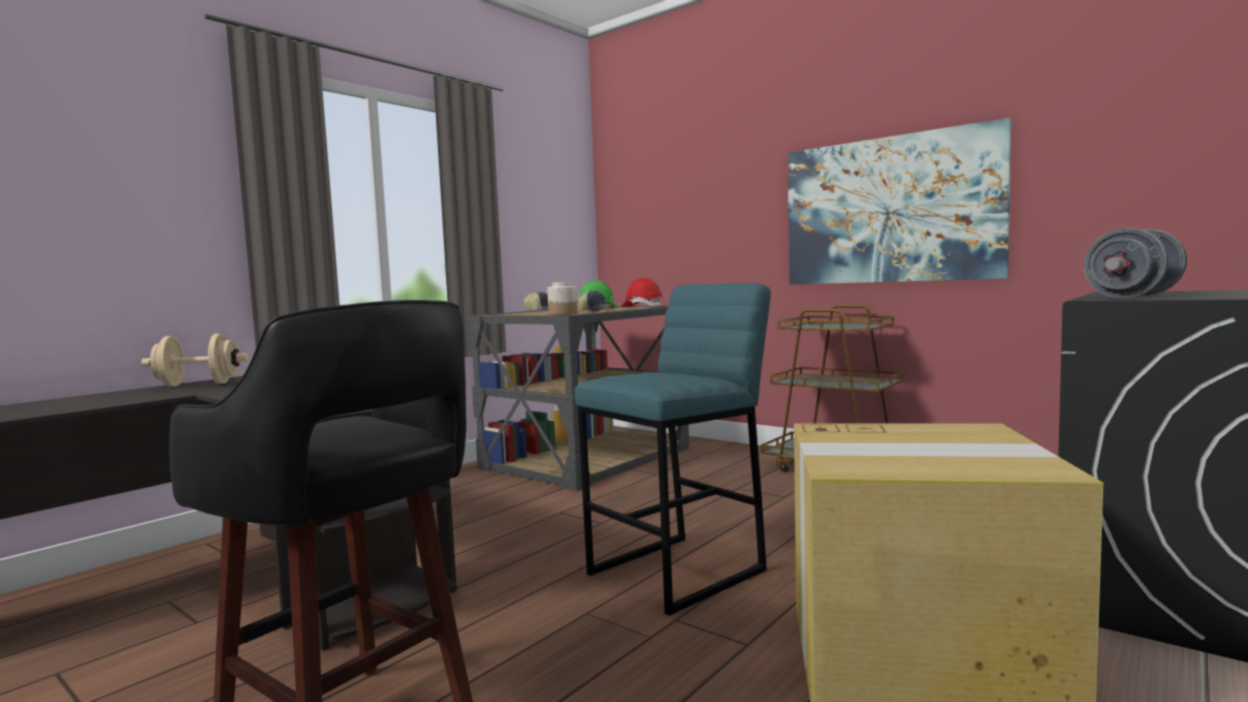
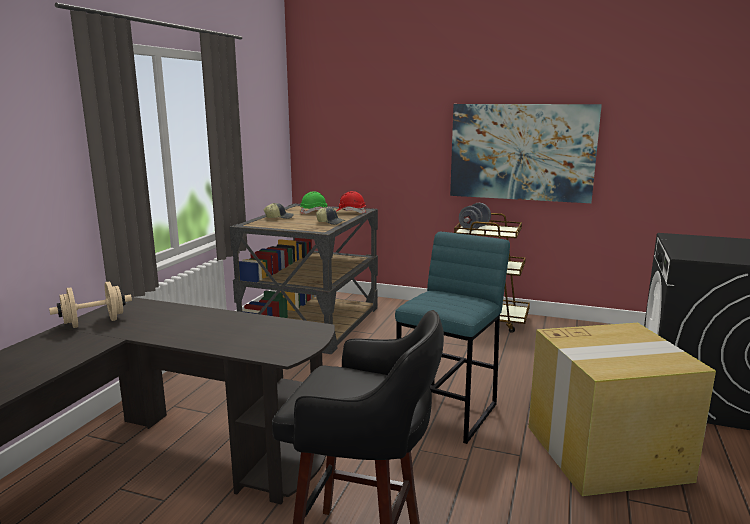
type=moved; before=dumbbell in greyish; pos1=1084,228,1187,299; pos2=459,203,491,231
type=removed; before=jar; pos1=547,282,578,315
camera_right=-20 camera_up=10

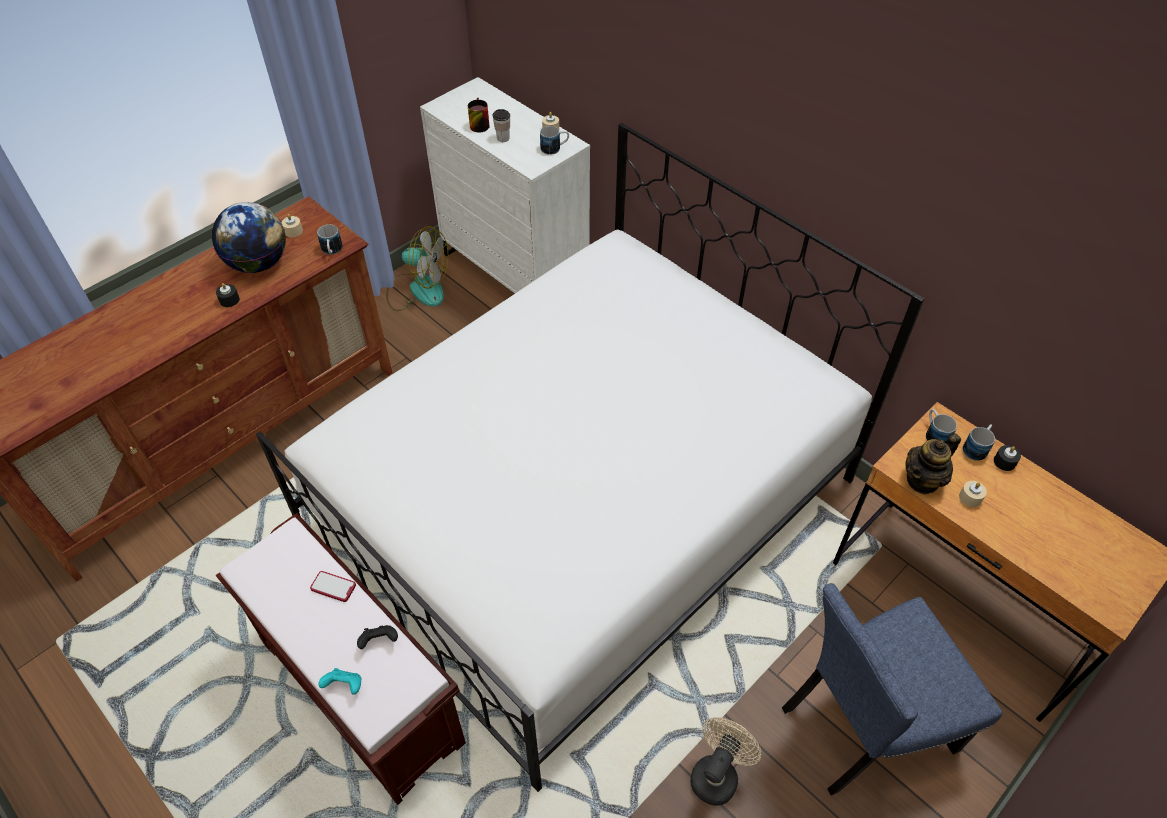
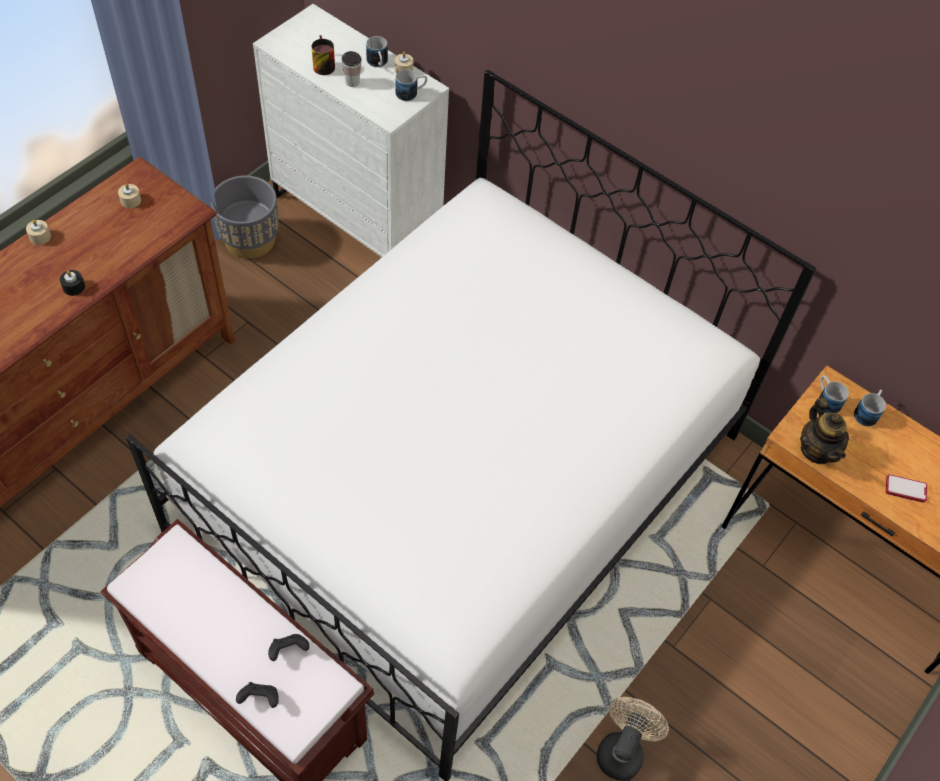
type=moved; before=wax candle in sand-coloured; pos1=959,481,987,507; pos2=26,220,51,245
type=replaced; before=fan; after=flower pot in greyish; pos1=386,226,449,311; pos2=211,175,279,259
type=recoloured; before=game controller in turquoise-coloured; after=game controller in blackish; pos1=318,668,361,695; pos2=236,682,279,708
type=moved; before=mug; pos1=317,224,343,255; pos2=366,36,388,67
type=turned; before=tea pot; pos1=905,433,961,494; pos2=800,397,849,464; turn=-60
type=moved; before=handset; pos1=310,571,356,602; pos2=886,474,927,503
type=removed; before=desk globe; pos1=212,202,286,273
type=removed; before=plain chair in blue-coloured; pos1=782,583,1002,795
type=removed; before=wax candle in blackish; pos1=994,445,1021,471
camera_right=-10 camera_up=5

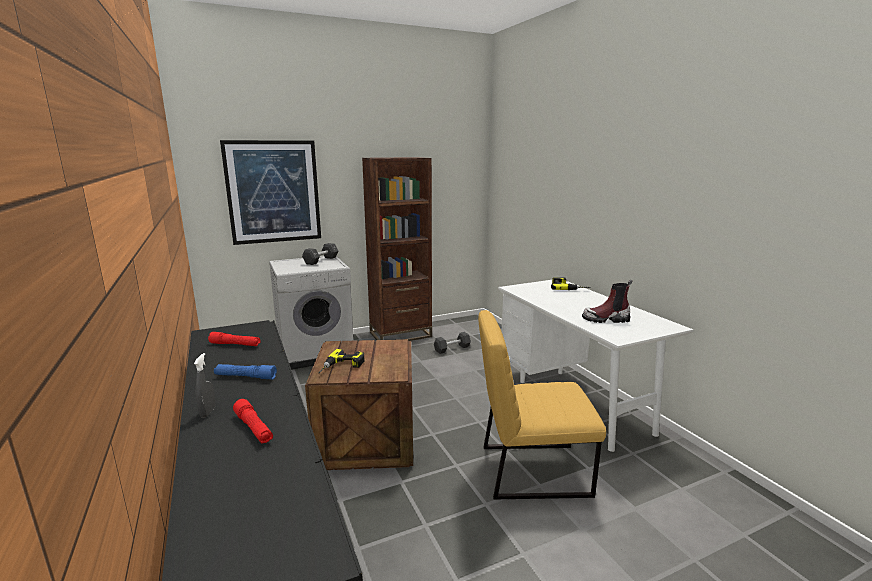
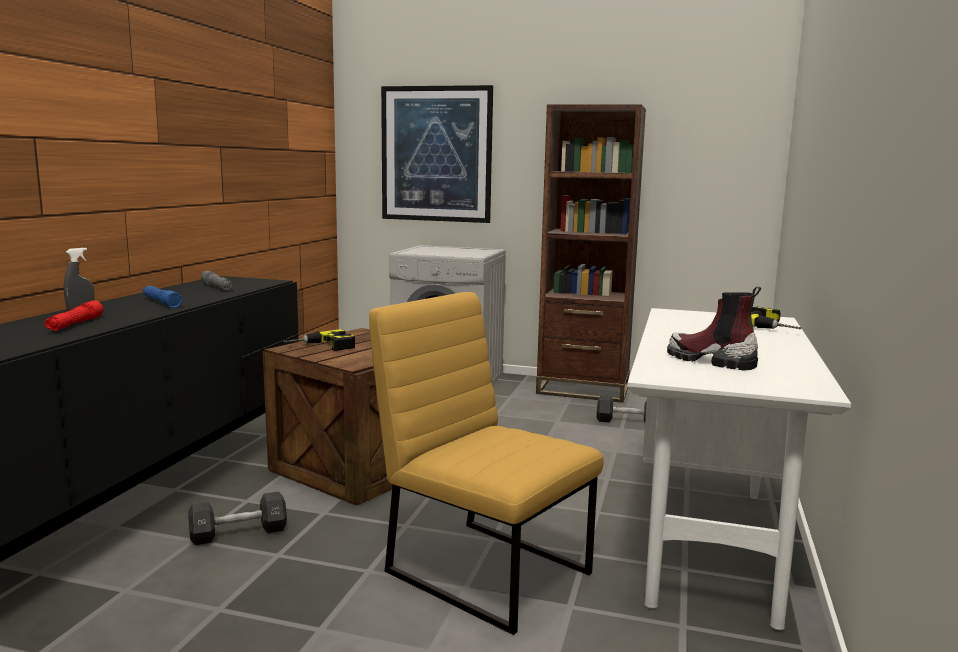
type=moved; before=dumbbell in blackish; pos1=302,243,338,265; pos2=188,491,287,546
type=recoloured; before=flashlight in red; after=flashlight in greyish; pos1=208,332,261,346; pos2=201,271,232,290
camera_right=40 camera_up=-5

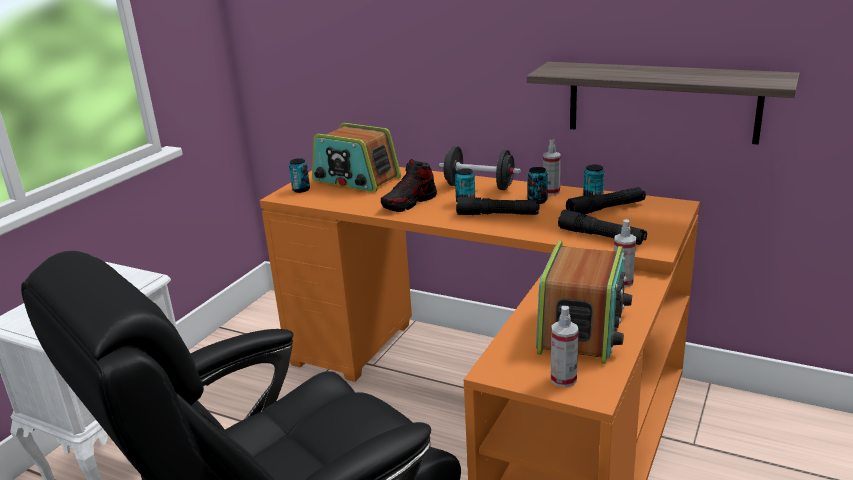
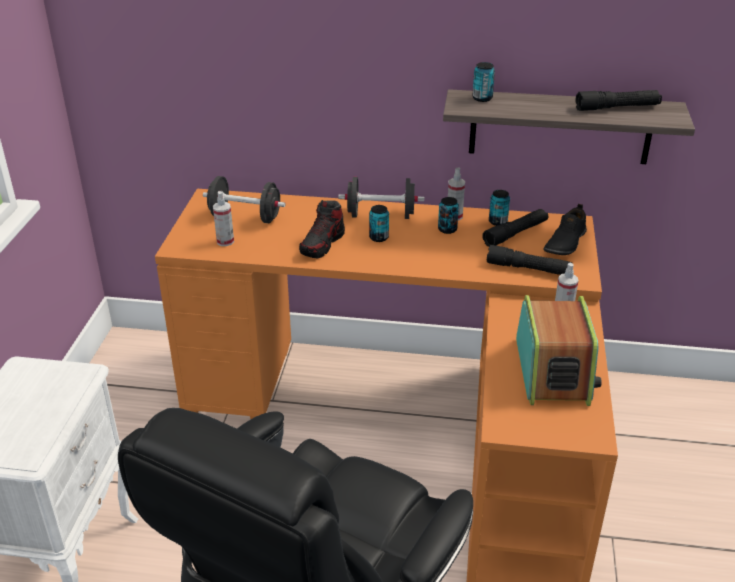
type=replaced; before=radio receiver; after=dumbbell in blackish; pos1=312,123,401,192; pos2=203,176,285,223
type=moved; before=hand sprayer; pos1=551,306,578,387; pos2=213,191,234,246
type=moved; before=metal can; pos1=289,158,310,193; pos2=472,62,495,102
type=added; after=item of footwear in blackish; pos2=543,204,587,255
type=moved; before=flashlight in blackish; pos1=456,197,539,215; pos2=576,90,662,111
camera_right=-20 camera_up=10

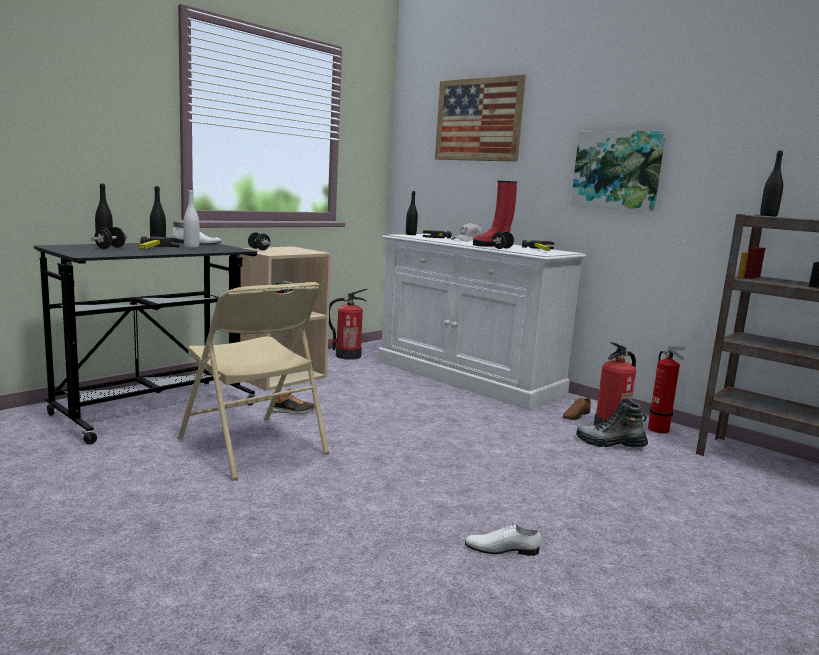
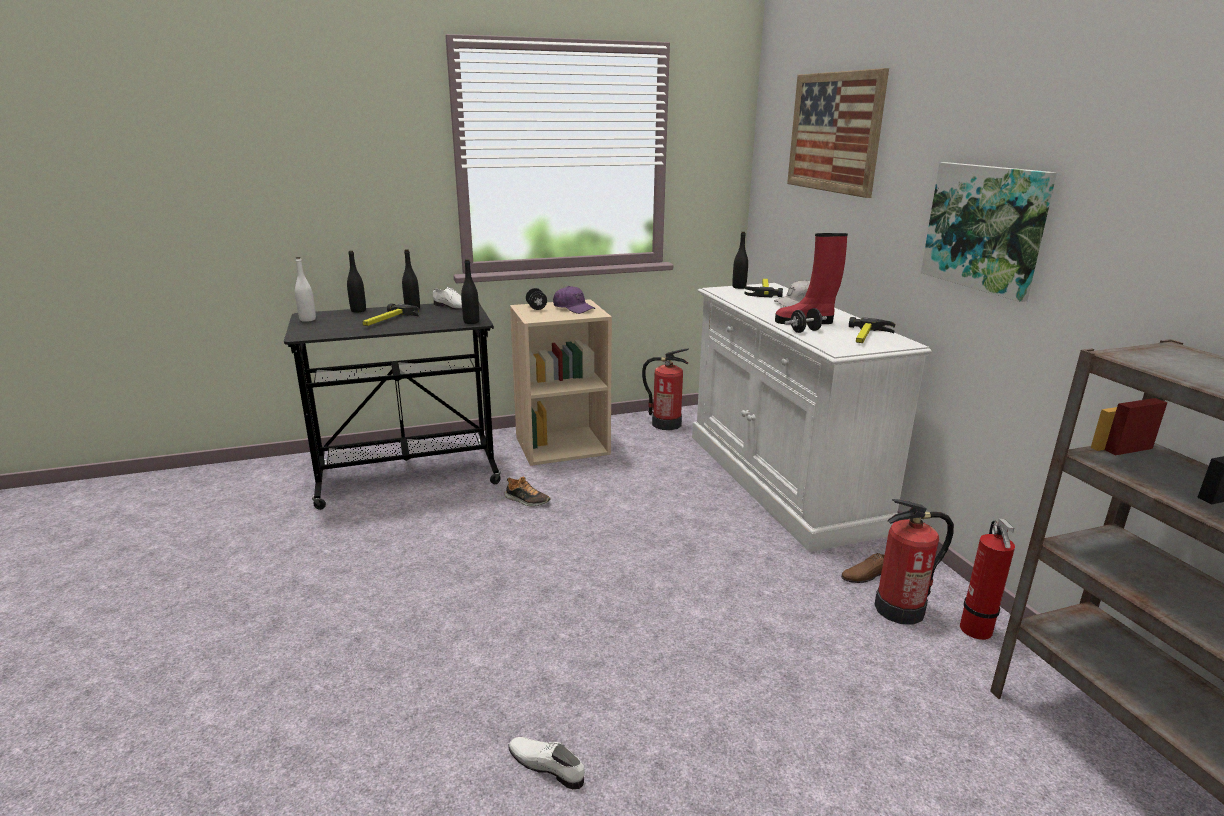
type=moved; before=drink bottle in whitish; pos1=183,188,199,248; pos2=295,257,316,322
type=moved; before=drink bottle in blackish; pos1=760,151,783,217; pos2=461,259,479,324
type=added; after=baseball cap in purplish; pos2=553,286,595,314
type=removed; before=dumbbell in blackish; pos1=91,227,128,249
type=removed; before=plain chair in sand-coloured; pos1=177,282,329,481
type=removed; before=high-top boot; pos1=576,398,648,448
camera_right=30 camera_up=10

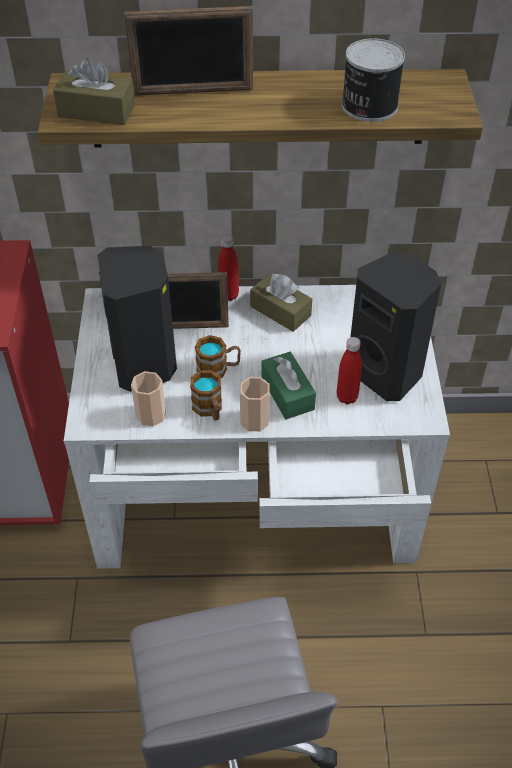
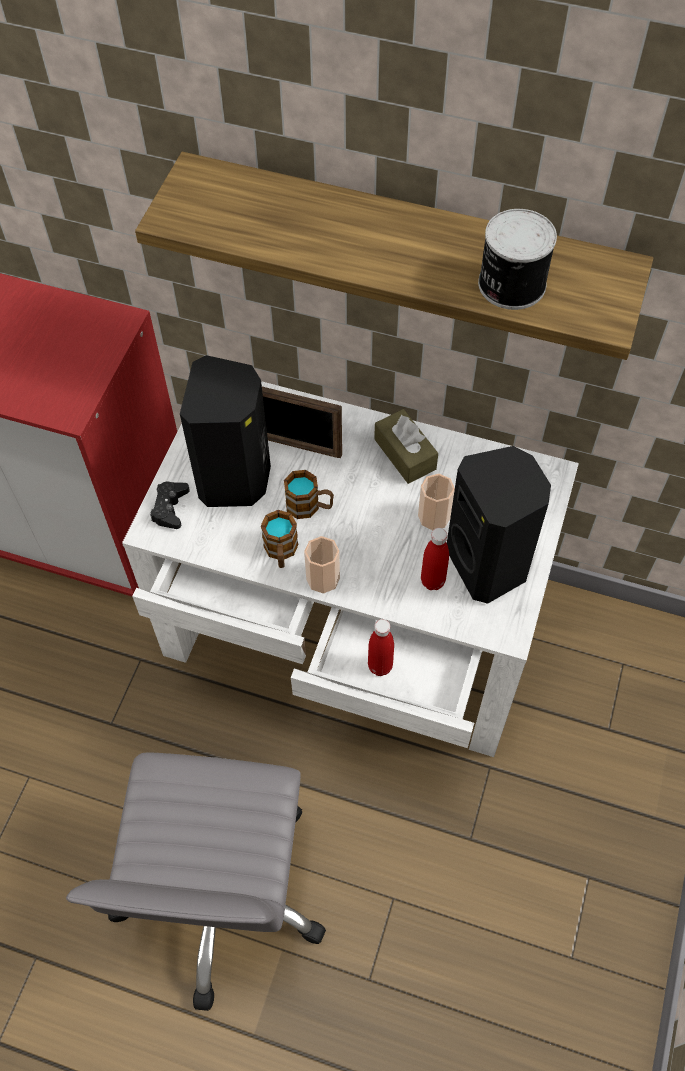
type=added; after=game controller in blackish; pos2=150,481,190,529
type=moved; before=drink bottle in red; pos1=218,235,239,301; pos2=368,619,394,676
type=moved; before=small cup; pos1=131,371,166,426; pos2=418,474,455,530
type=removed; before=tissue box in brown; pos1=53,57,136,125
type=removed; before=standing frame; pos1=124,6,253,96
type=removed; before=tissue box in green; pos1=261,352,316,419
camera_right=20 camera_up=10

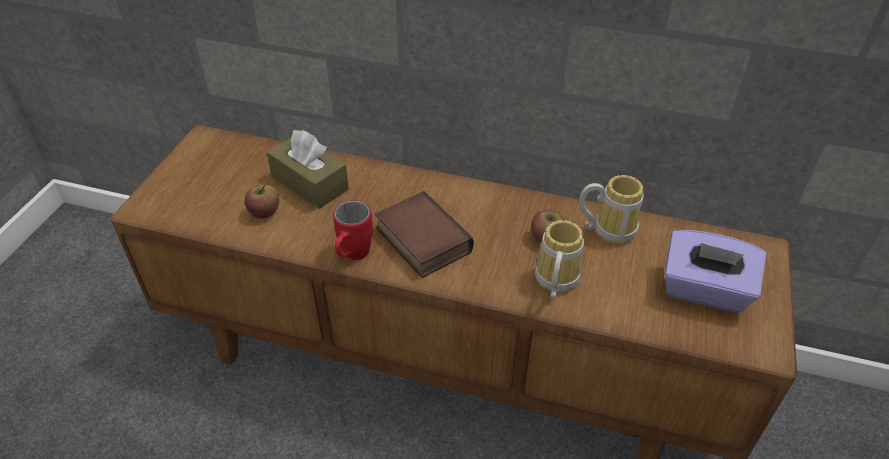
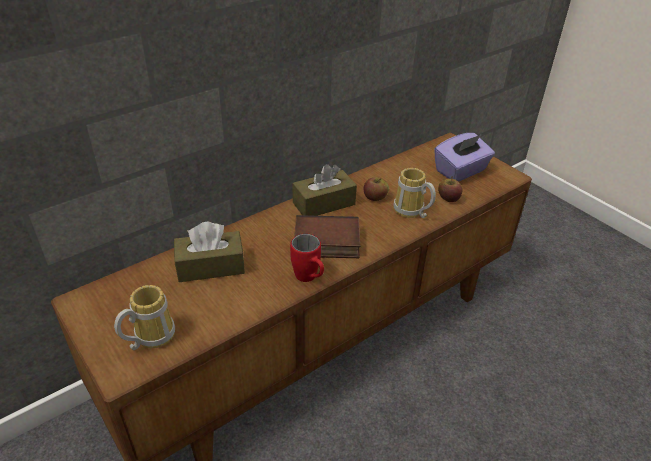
type=moved; before=mug; pos1=579,175,644,244; pos2=114,285,175,350
type=added; after=tissue box in brown; pos2=292,164,357,216
type=moved; before=apple; pos1=245,184,279,219; pos2=438,177,462,202
camera_right=-55 camera_up=-5

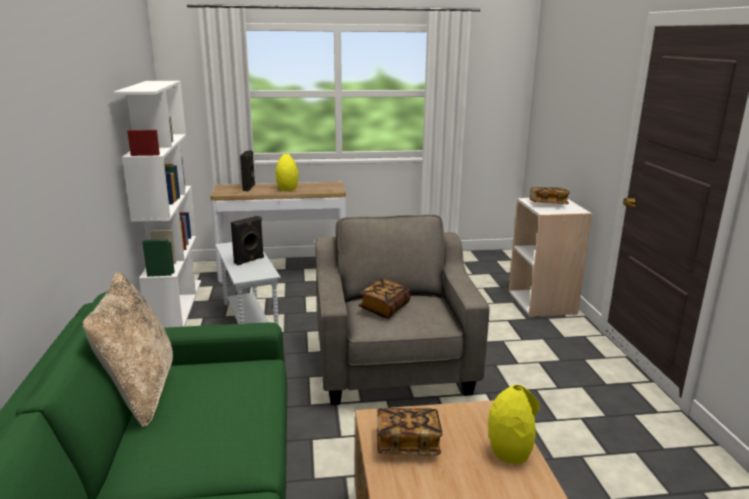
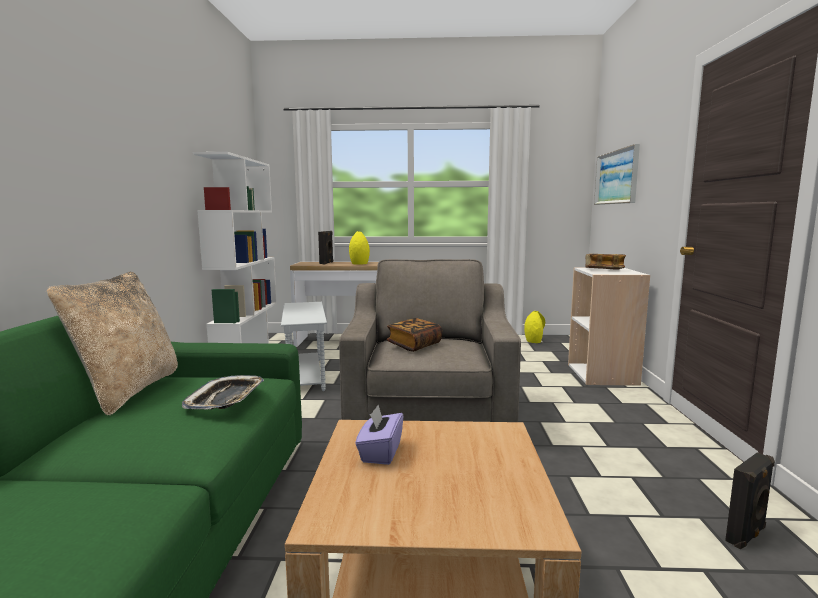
type=added; after=tray; pos2=182,375,264,409
type=replaced; before=volume; after=tissue box in purplish; pos1=377,408,442,456; pos2=355,405,404,465
type=moved; before=vase in yellow-coloured; pos1=488,385,540,464; pos2=524,311,545,343
type=added; after=wall art; pos2=594,144,640,205
type=moved; before=speaker in blackish; pos1=231,216,264,265; pos2=725,452,775,549
camera_right=10 camera_up=-10

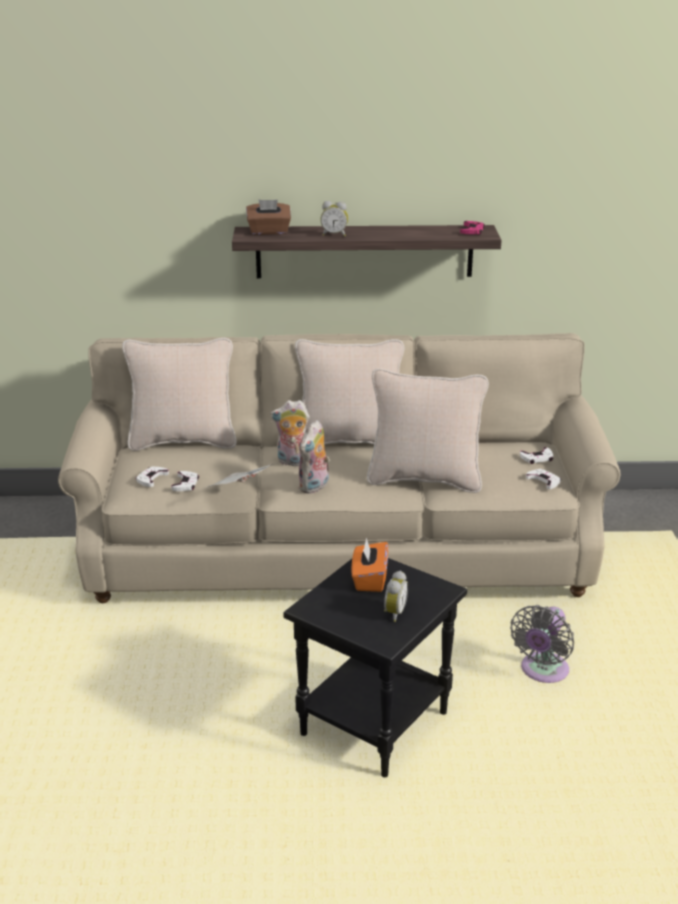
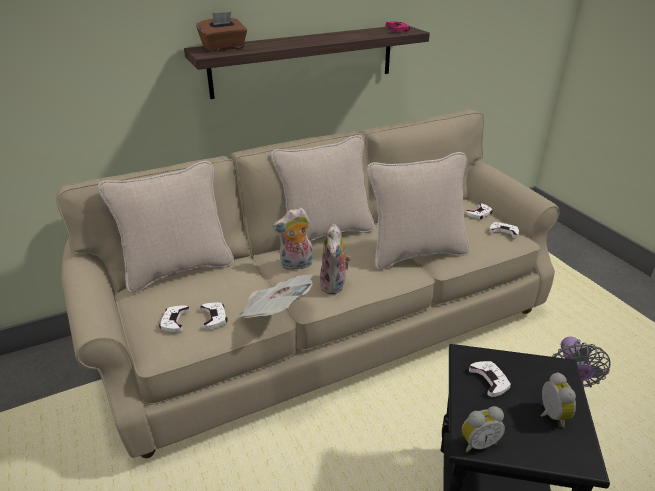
type=moved; before=alarm clock; pos1=320,201,348,237; pos2=462,406,505,453
type=replaced; before=tissue box in orange; after=game controller in whitish; pos1=351,538,389,592; pos2=469,361,512,397
camera_right=-25 camera_up=5

